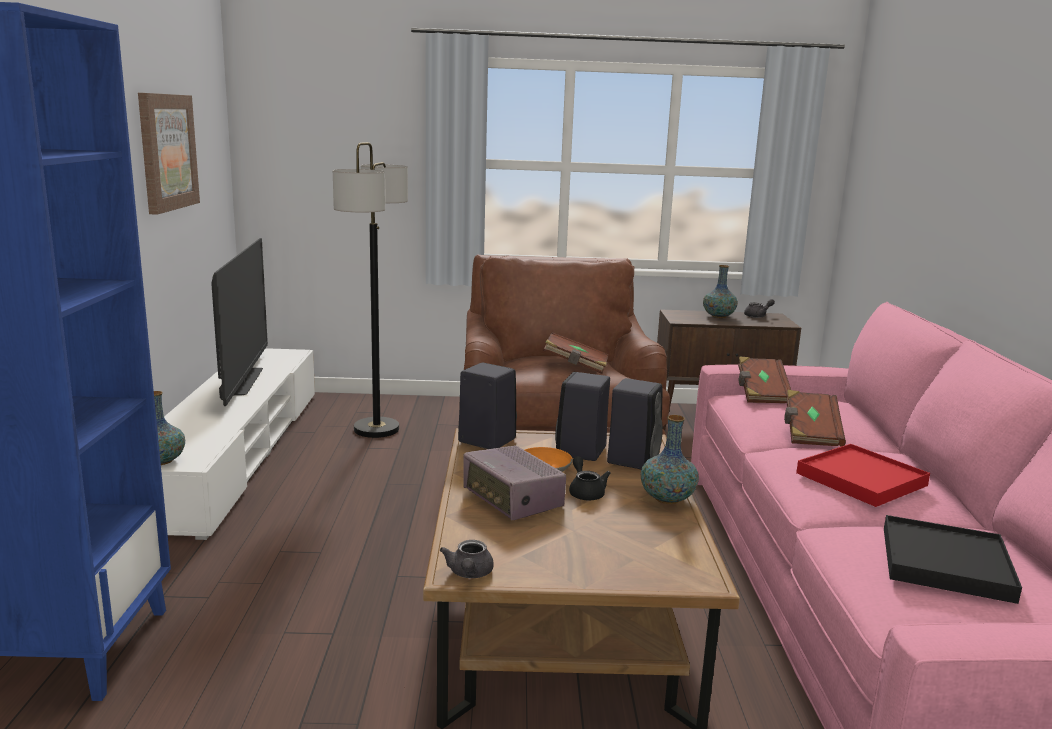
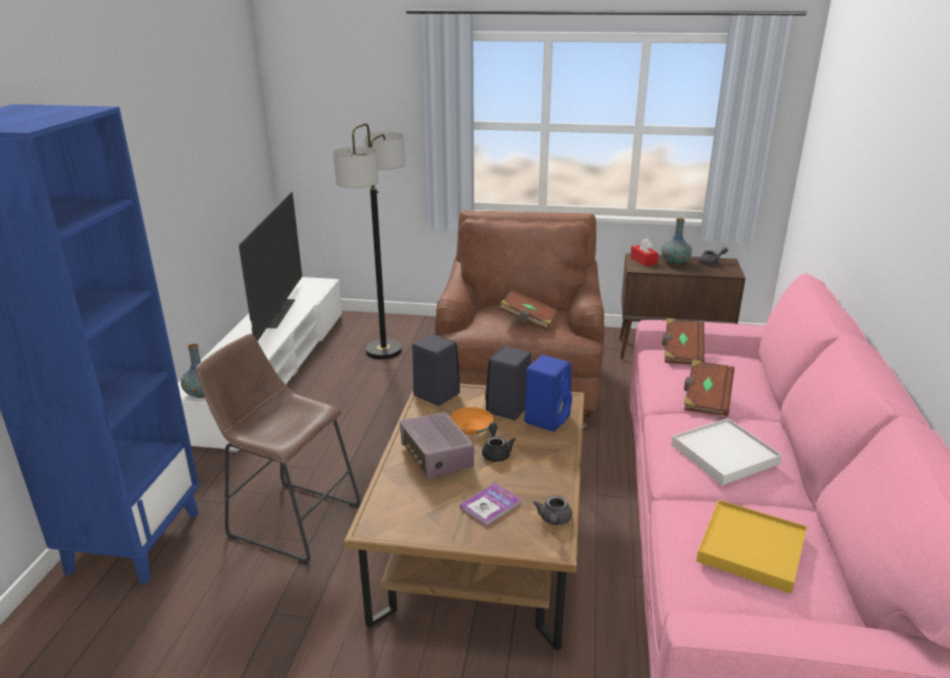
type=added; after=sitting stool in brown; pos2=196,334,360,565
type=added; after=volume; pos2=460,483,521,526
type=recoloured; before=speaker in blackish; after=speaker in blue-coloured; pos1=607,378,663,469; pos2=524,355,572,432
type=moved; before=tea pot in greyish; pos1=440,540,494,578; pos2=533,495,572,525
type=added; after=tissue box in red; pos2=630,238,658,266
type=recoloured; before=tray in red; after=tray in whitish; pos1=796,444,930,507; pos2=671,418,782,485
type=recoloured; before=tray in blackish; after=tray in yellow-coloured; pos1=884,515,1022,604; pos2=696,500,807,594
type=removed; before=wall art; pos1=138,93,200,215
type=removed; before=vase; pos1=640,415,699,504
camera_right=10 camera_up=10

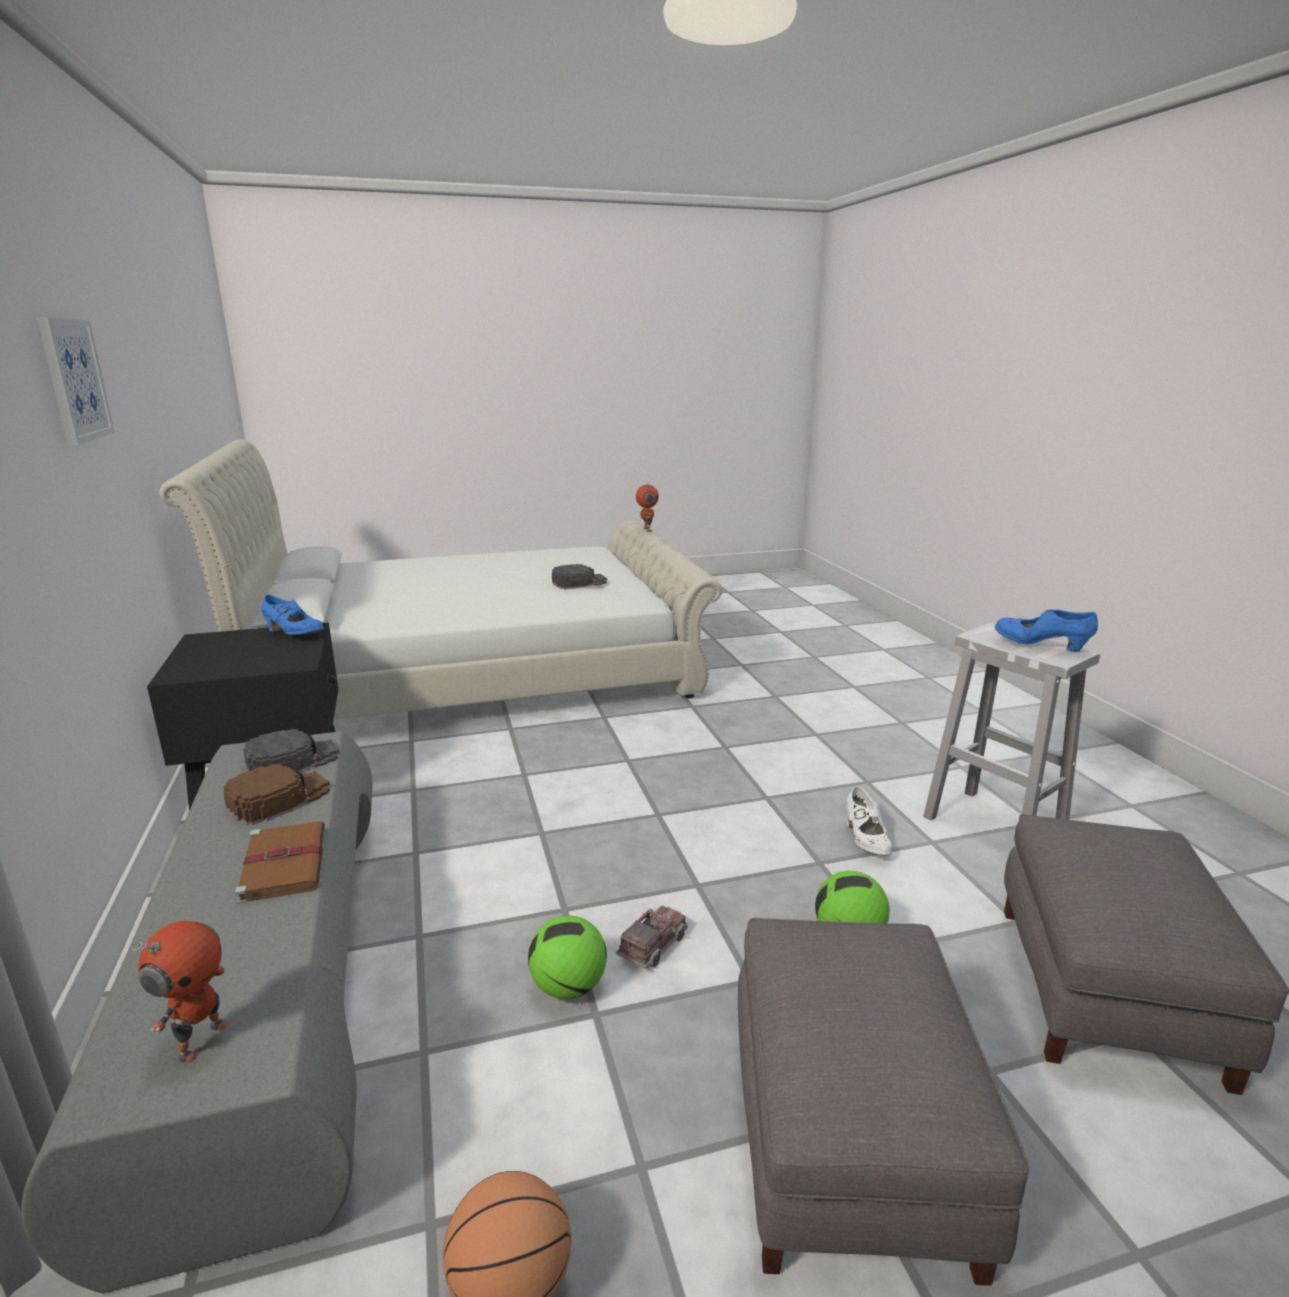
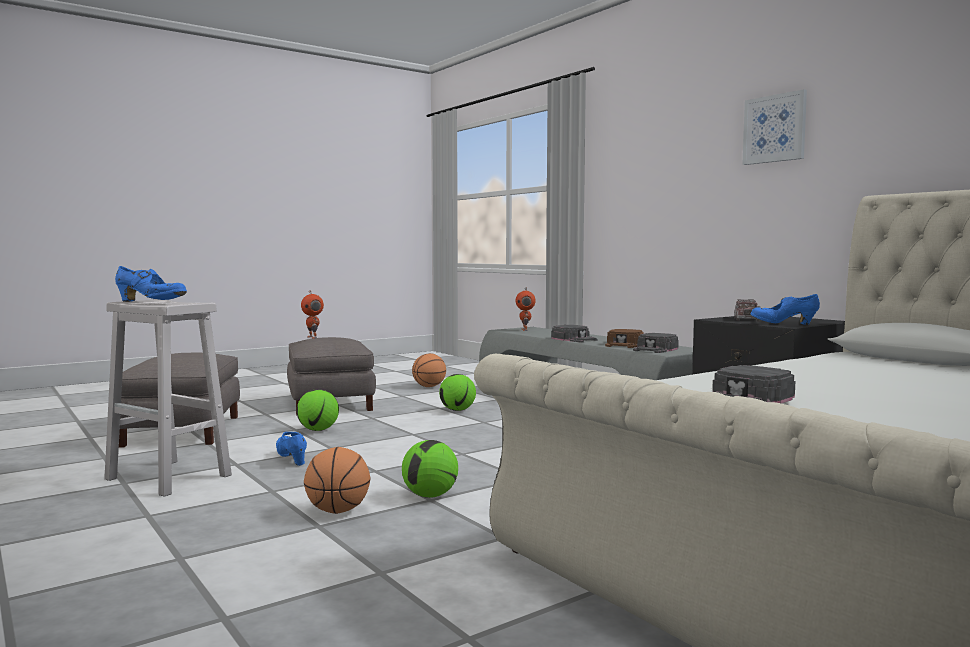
type=recoloured; before=item of footwear in whitish; after=item of footwear in blue-coloured; pos1=846,786,892,856; pos2=276,432,307,466
type=moved; before=robot figure; pos1=636,483,659,532; pos2=301,291,324,339
type=added; after=ball for basketball; pos2=304,447,371,514
type=added; after=ball for football; pos2=402,440,458,498
type=replaced; before=volume in brown; after=baseball cap in blackish; pos1=235,821,325,905; pos2=551,325,598,342
type=moved; before=toy truck; pos1=616,905,688,969; pos2=734,299,760,321
camera_right=160 camera_up=-15

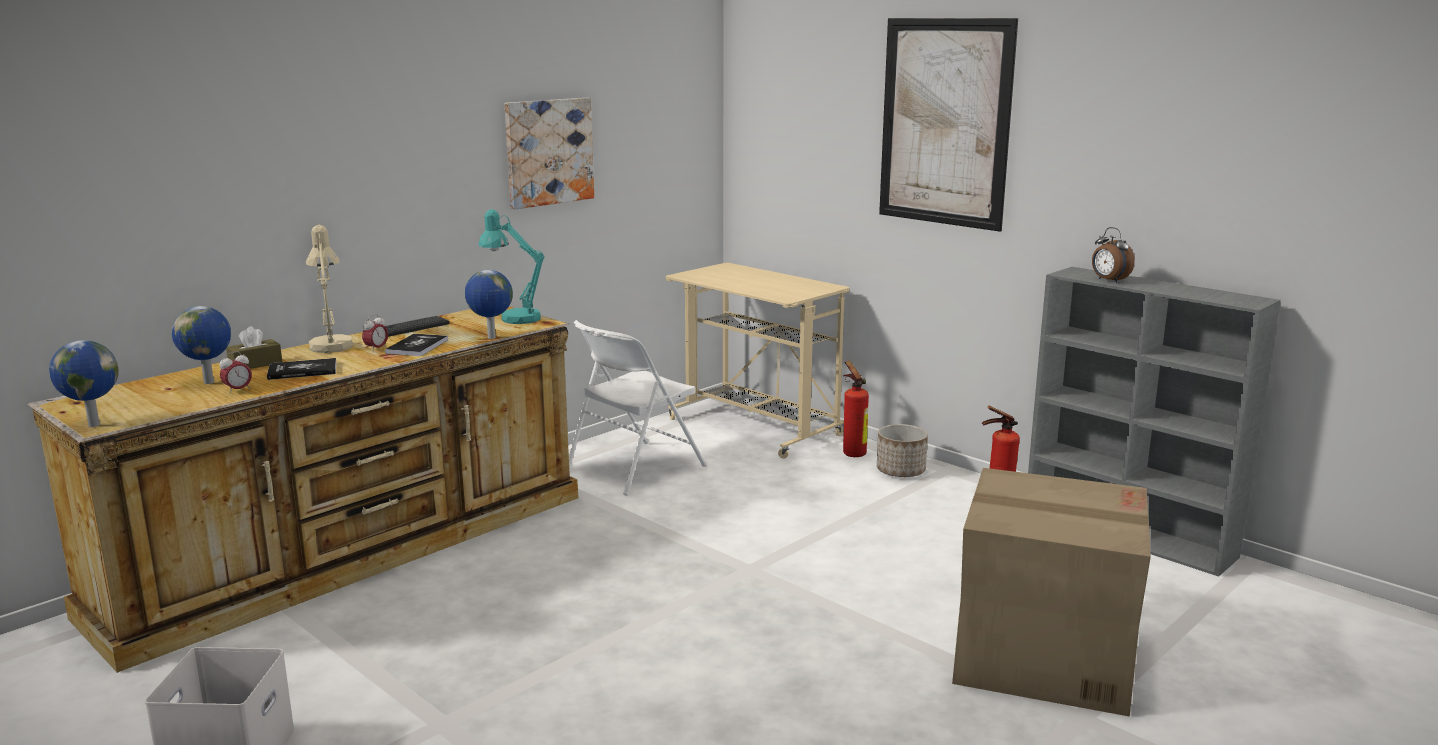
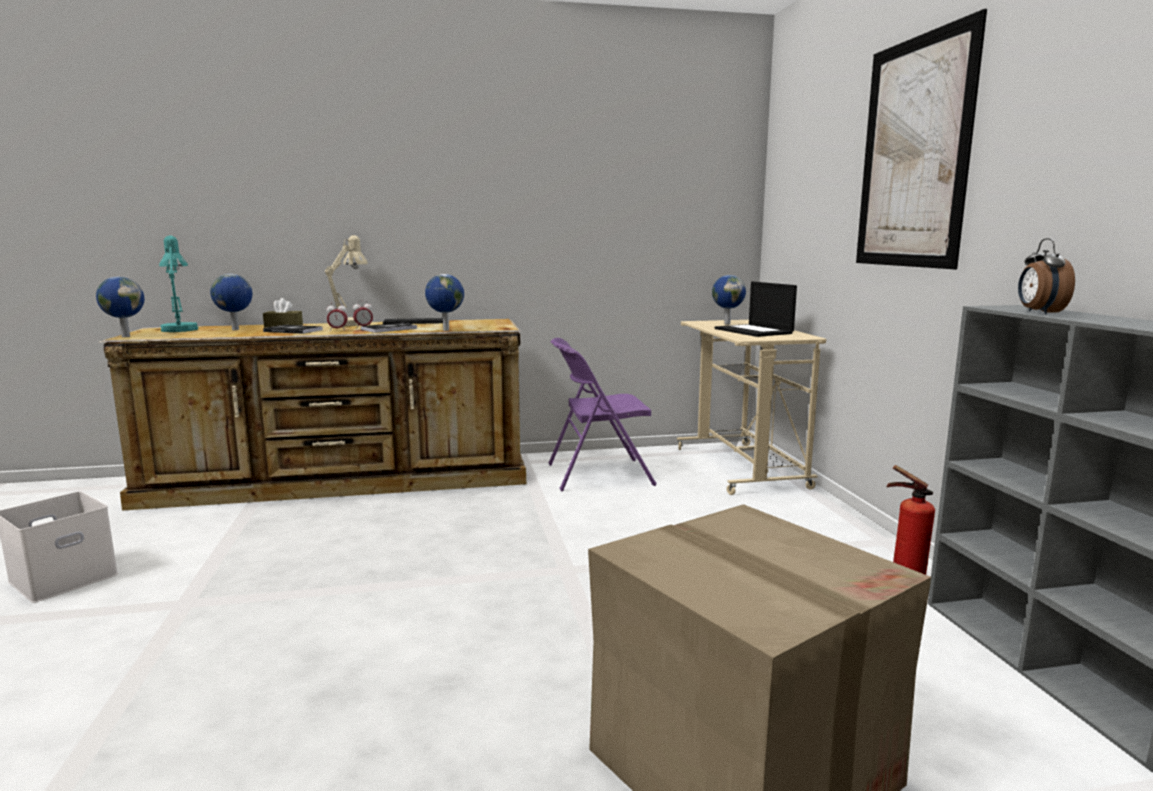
type=moved; before=tabletop lamp in turquoise-coloured; pos1=478,209,545,324; pos2=159,235,198,332
type=moved; before=alarm clock; pos1=219,352,252,394; pos2=326,302,348,331
type=recoloured; before=plain chair in whitish; after=plain chair in purplish; pos1=569,320,707,496; pos2=548,338,656,492
type=added; after=desk globe; pos2=712,275,746,324
type=added; after=laptop; pos2=715,281,797,337
type=removed; before=wall art; pos1=505,98,594,209
type=removed; before=extinguisher; pos1=843,361,869,457
type=removed; before=flower pot; pos1=877,424,928,477
camera_right=35 camera_up=-5

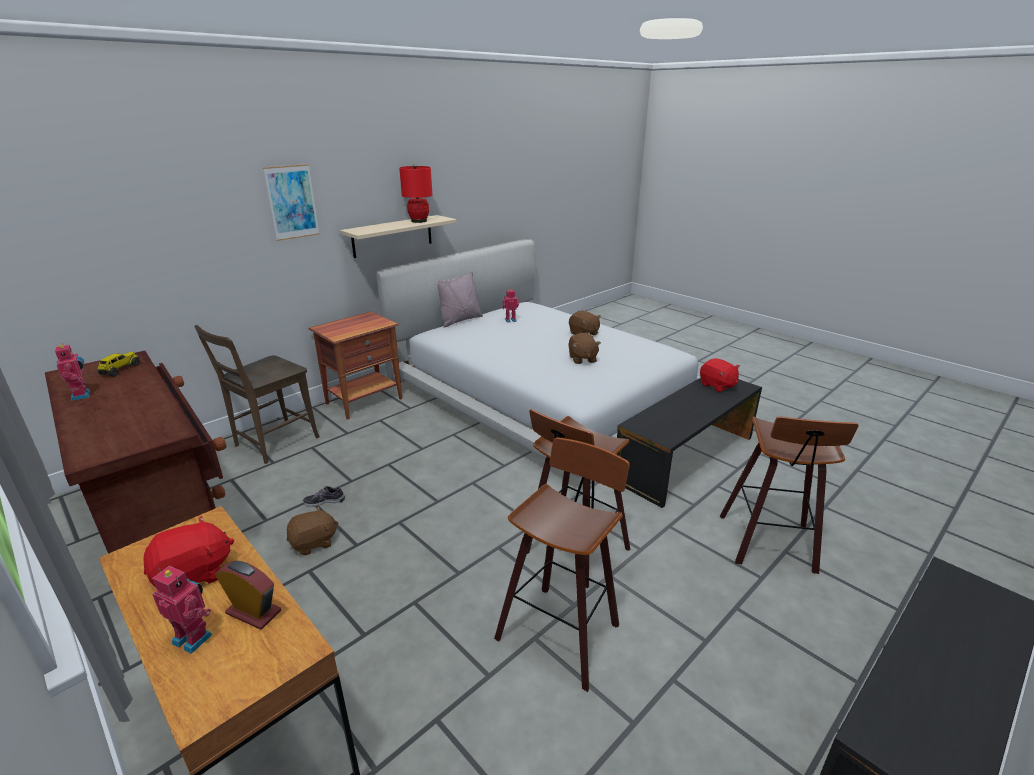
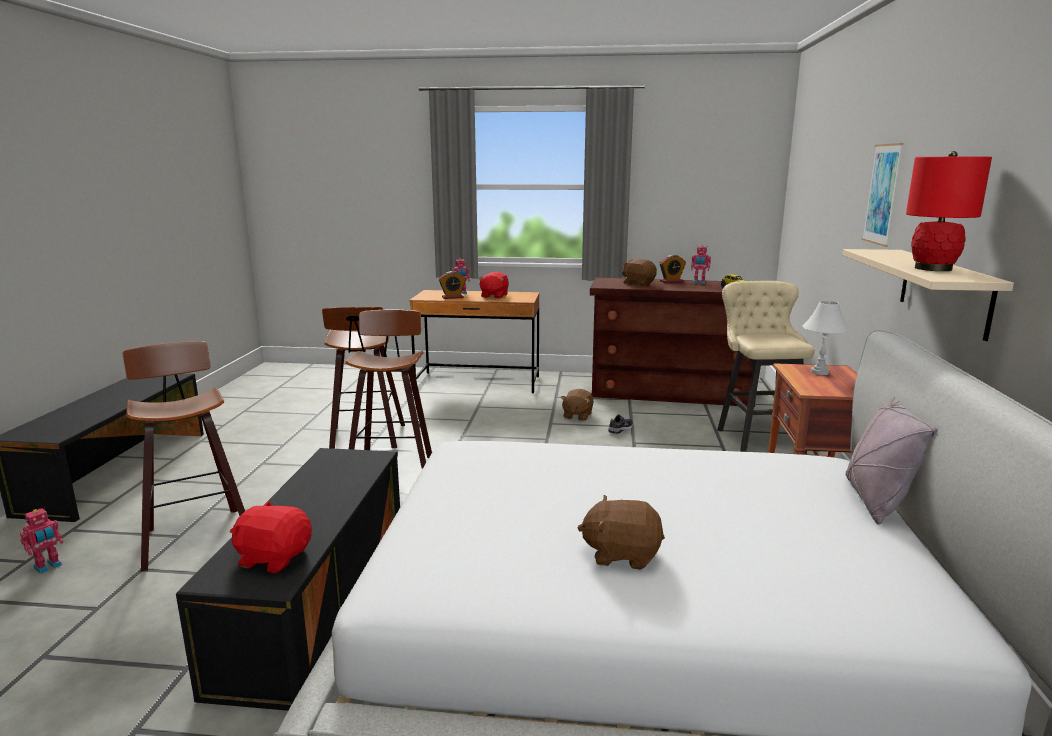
type=moved; before=robot figure; pos1=502,289,519,323; pos2=20,507,64,574
type=moved; before=cuddly toy in brown; pos1=568,333,601,364; pos2=622,259,657,286
type=added; after=alarm clock; pos2=660,255,686,283
type=replaced; before=plain chair in brown; after=sitting stool in sand-coloured; pos1=194,325,320,464; pos2=717,281,815,455
type=added; after=tabletop lamp in whitish; pos2=802,301,850,375
camera_right=140 camera_up=-10

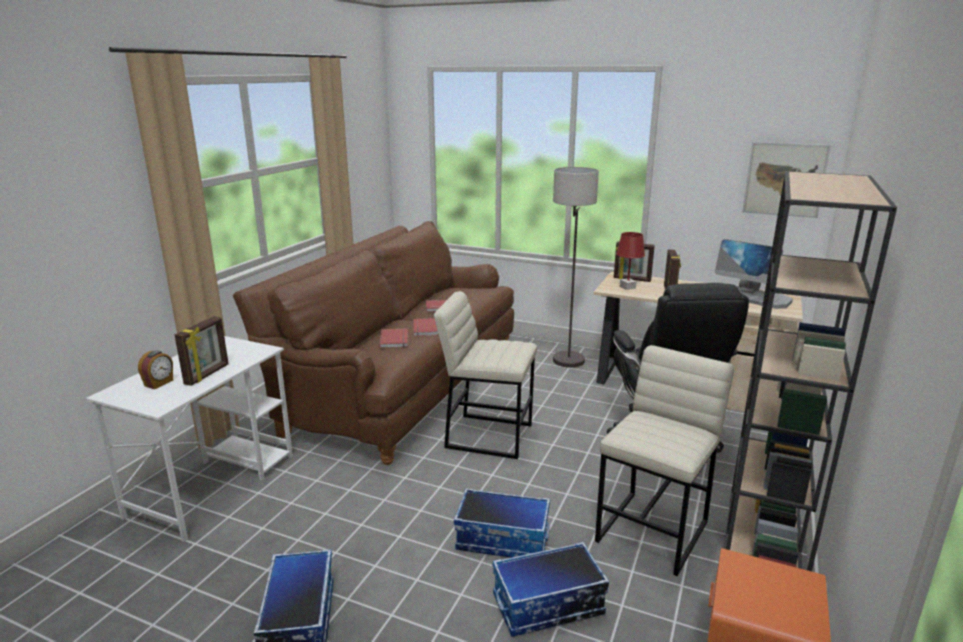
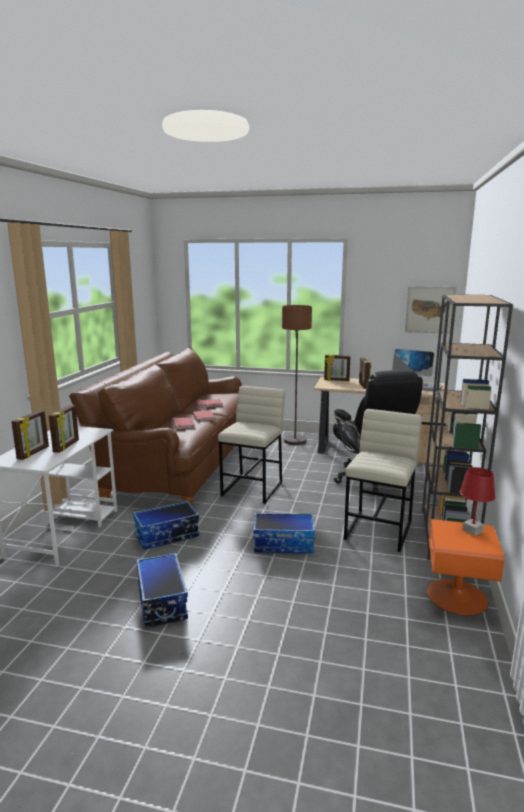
type=replaced; before=alarm clock; after=standing frame; pos1=138,351,173,389; pos2=11,410,49,460
type=moved; before=storage bin; pos1=493,542,609,637; pos2=133,501,199,550
type=turned; before=plain chair in sand-coloured; pos1=434,291,537,459; pos2=218,386,285,504; turn=105
type=recoloured; before=standard lamp in greyish; after=standard lamp in brown; pos1=553,167,599,368; pos2=282,305,312,445
type=moved; before=tabletop lamp in red; pos1=616,232,645,290; pos2=460,467,495,536
camera_right=-10 camera_up=-5

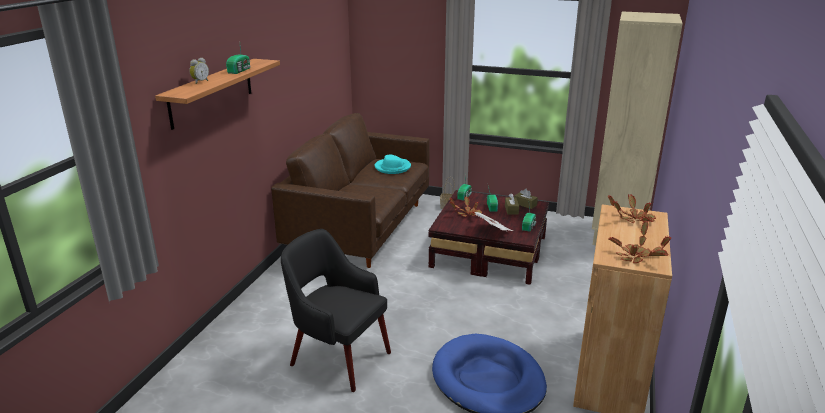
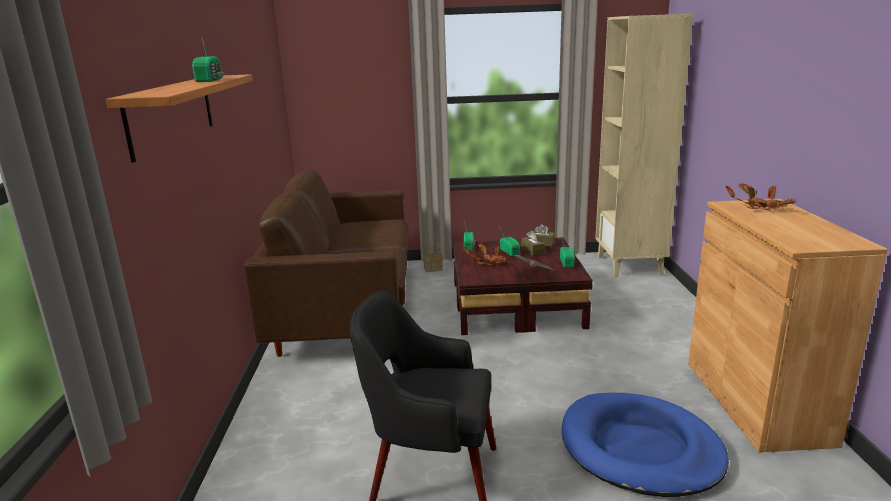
type=removed; before=alarm clock; pos1=189,58,209,84
type=removed; before=hat in turquoise-coloured; pos1=374,155,411,174
type=removed; before=potted plant; pos1=609,221,672,263
camera_right=-20 camera_up=-5

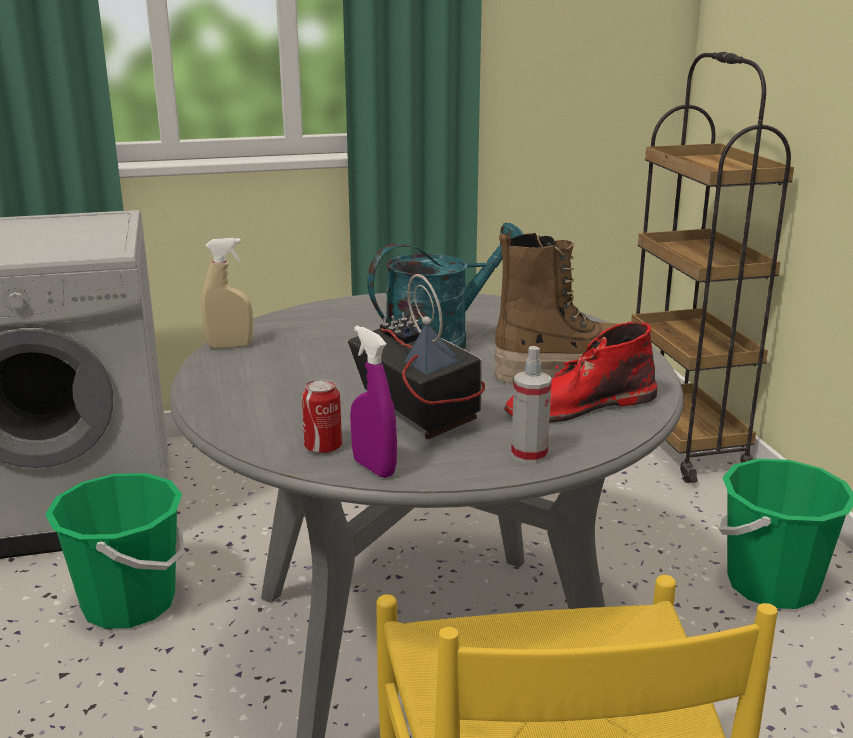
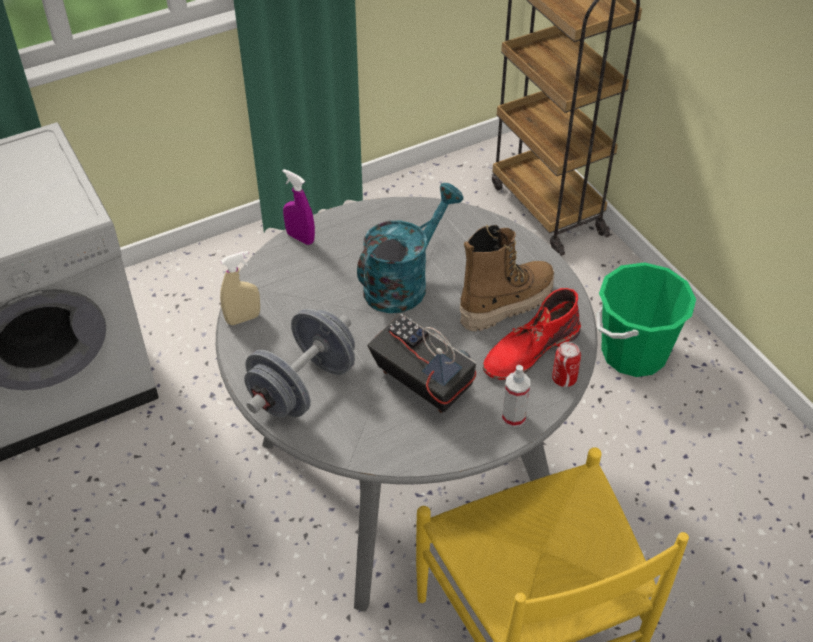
type=added; after=dumbbell in greyish; pos2=244,309,355,417
type=moved; before=hand sprayer in purplish; pos1=350,325,397,478; pos2=283,169,315,245
type=moved; before=metal can; pos1=302,379,342,454; pos2=552,342,581,387
type=removed; before=water bucket in green; pos1=45,473,184,629
camera_right=-15 camera_up=25

